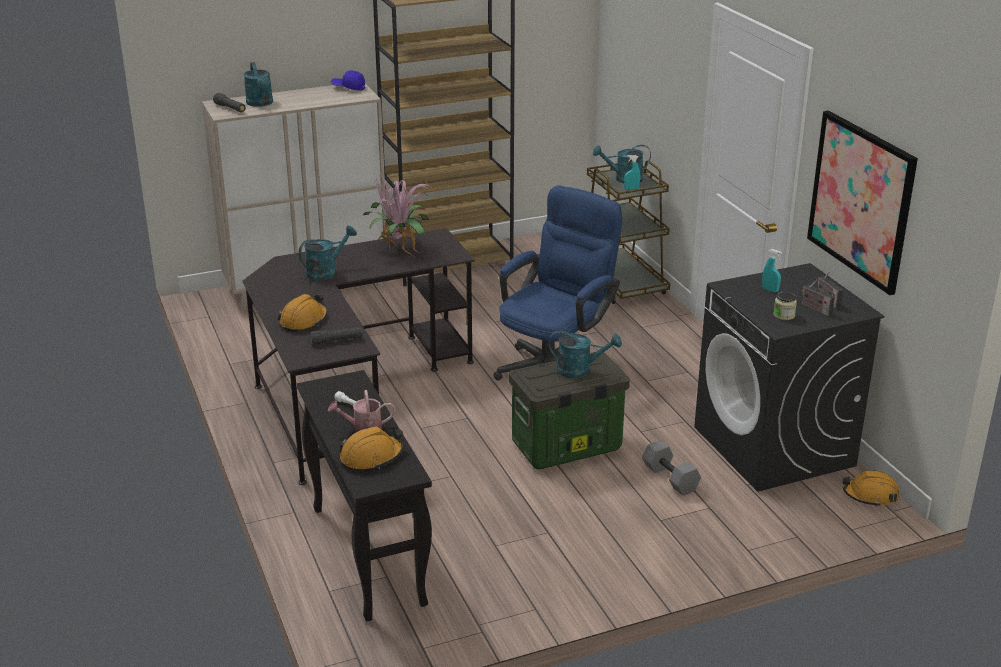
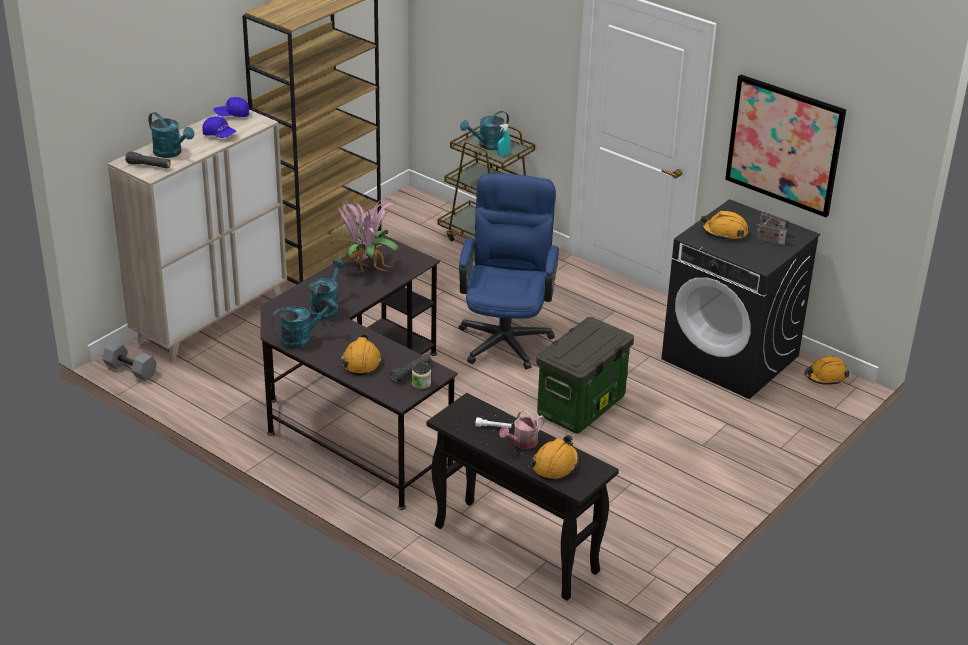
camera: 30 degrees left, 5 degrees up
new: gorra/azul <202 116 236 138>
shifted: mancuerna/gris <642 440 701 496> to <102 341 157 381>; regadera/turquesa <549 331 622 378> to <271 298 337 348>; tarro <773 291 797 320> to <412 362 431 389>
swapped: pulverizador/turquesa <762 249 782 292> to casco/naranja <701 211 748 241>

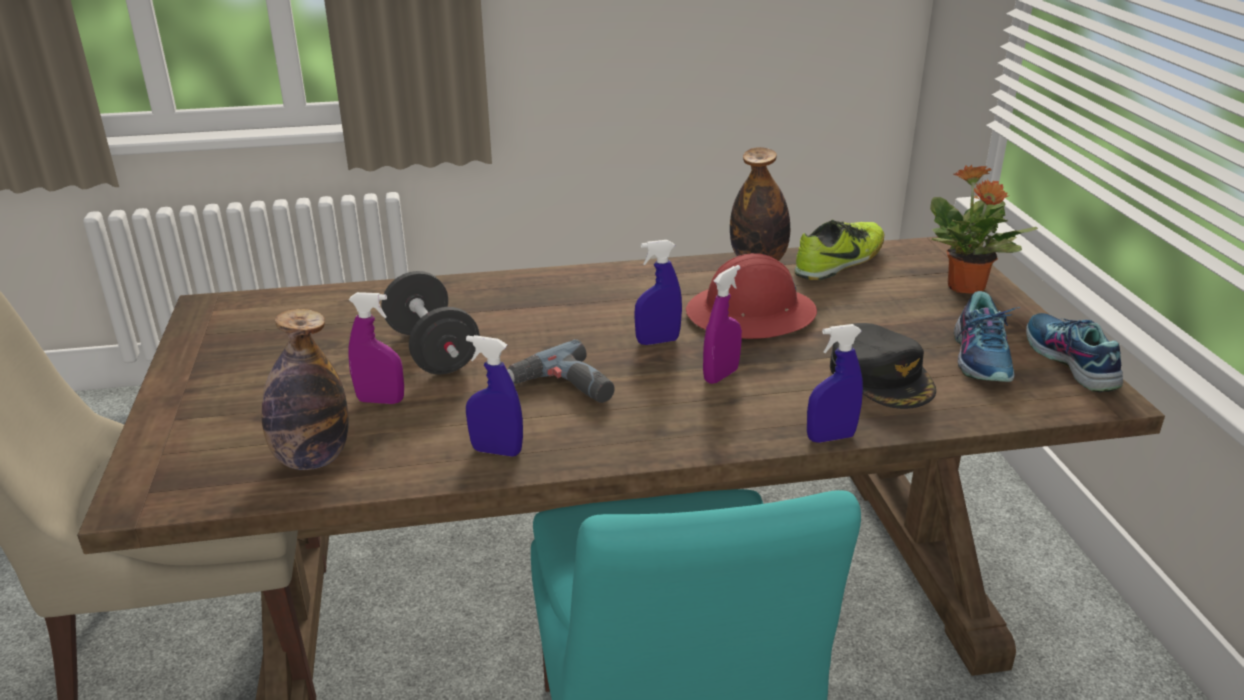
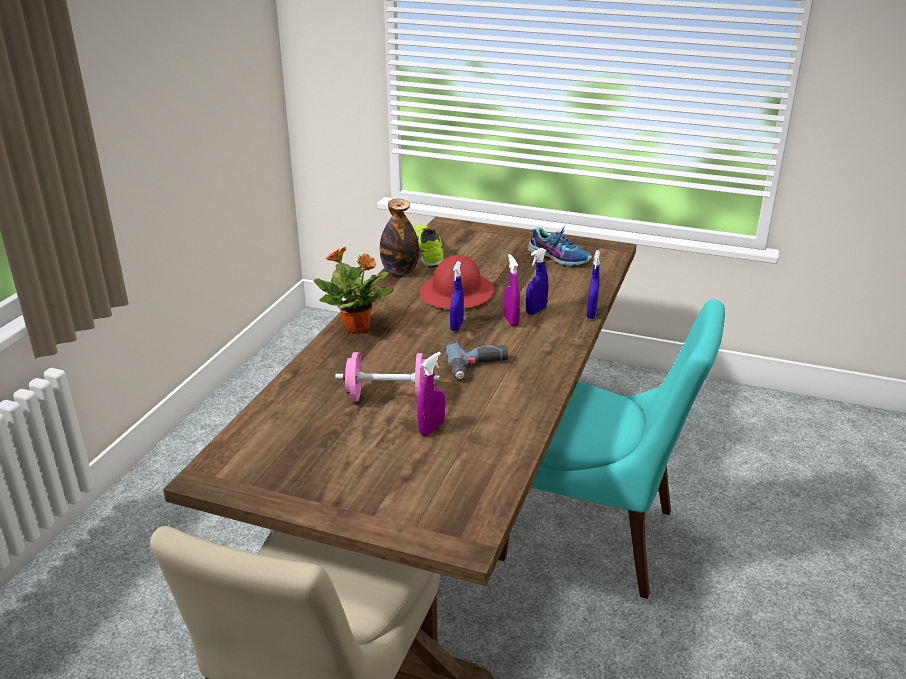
camera: 60 degrees left, 0 degrees up
gone: botella <262 309 349 470>; gorra/negro <830 323 936 409>; zapato <1026 313 1123 392>
shifted: planta en maceta <930 165 1038 294> to <313 247 394 334>; pulverizador/azul <466 335 523 457> to <526 248 549 315>
repainted: mancuerna/negro <381 271 480 374> to mancuerna/rosa <335 352 440 403>

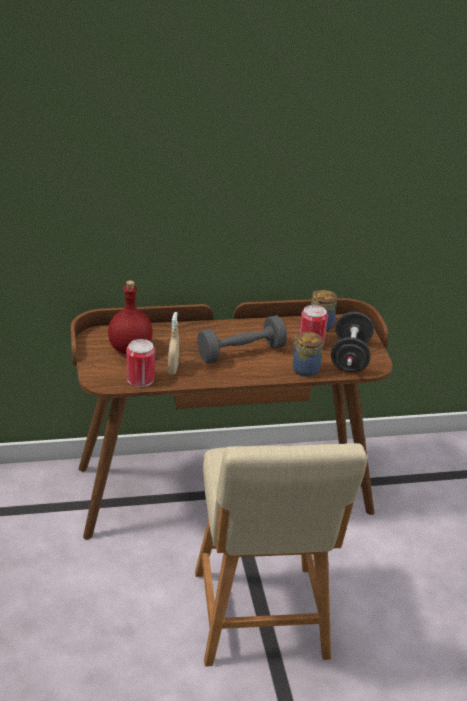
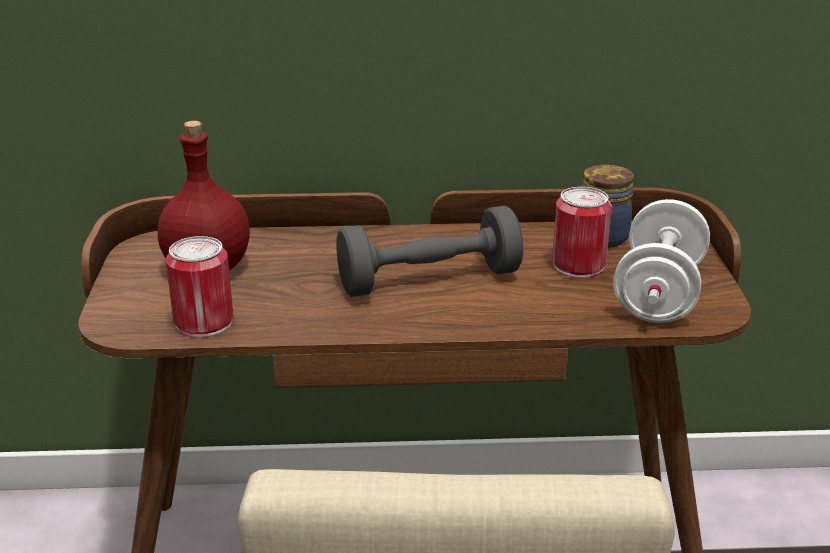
camera: 10 degrees right, 5 degrees down
gone: pulverizador/beis <168 312 179 375>; tarro <291 332 323 377>
repainted: mancuerna/negro <331 312 374 373> to mancuerna/blanco <613 199 710 323>

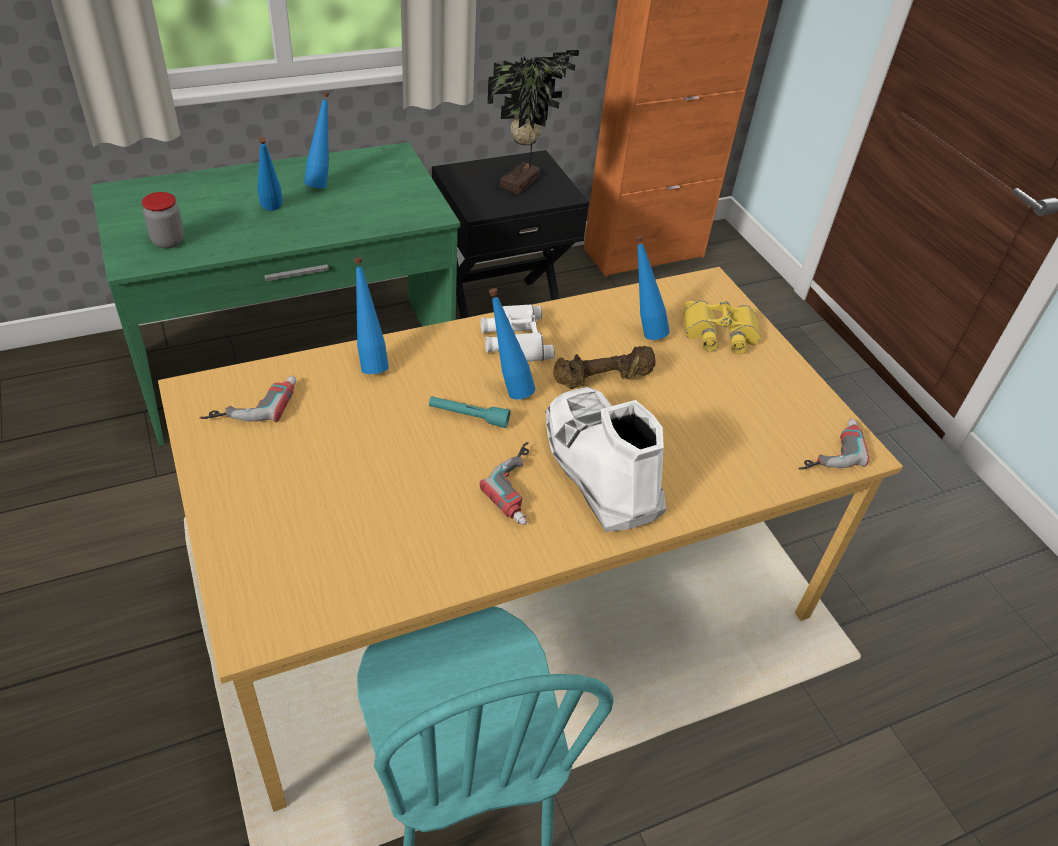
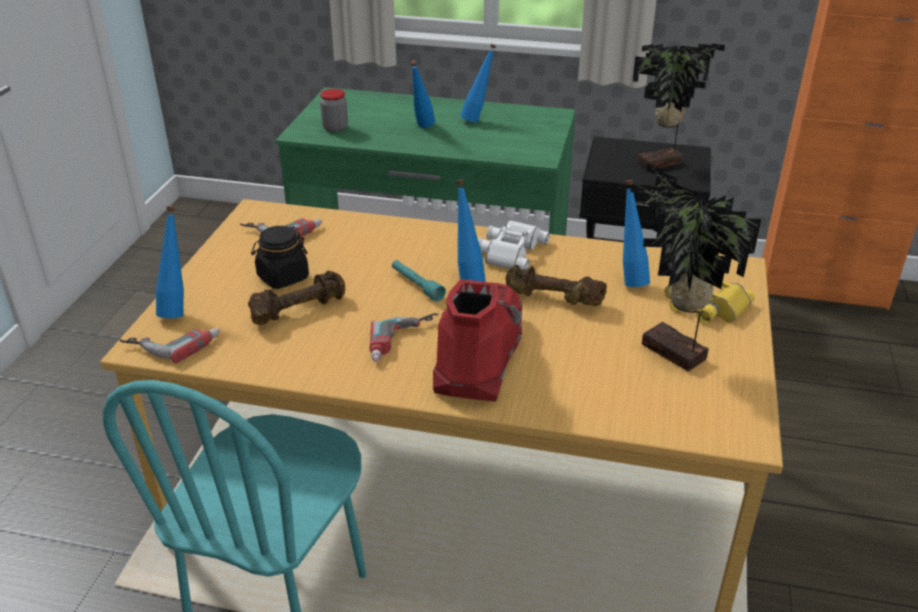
camera: 40 degrees right, 10 degrees down
new: mancuerna/marrón <248 270 345 325>; tarro/negro <251 226 309 289>; planta en maceta <630 164 762 371>
shifted: taladro <799 419 869 470> to <119 328 220 363>; botella/azul <353 257 389 374> to <156 206 184 318>
repainted: bota/blanco <545 387 666 532> to bota/rojo <433 279 522 402>

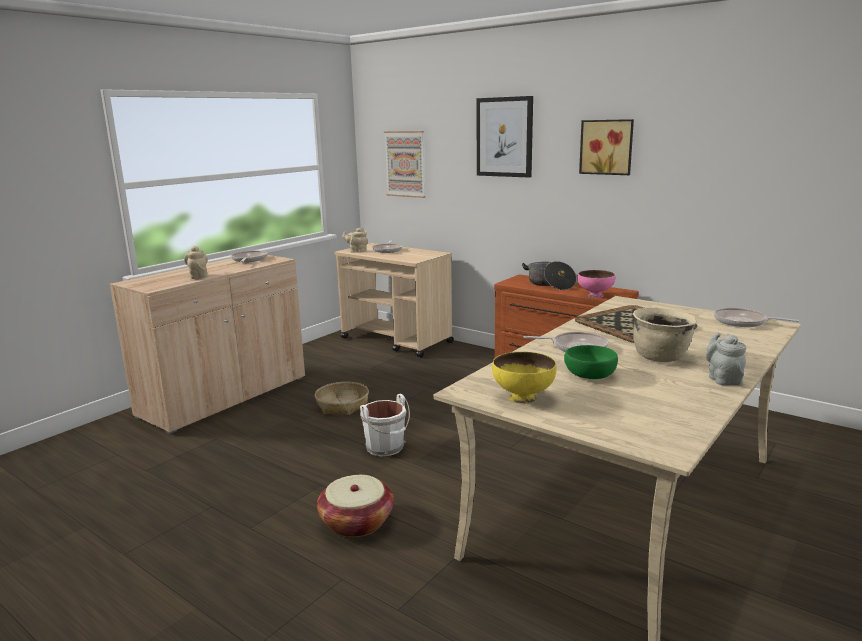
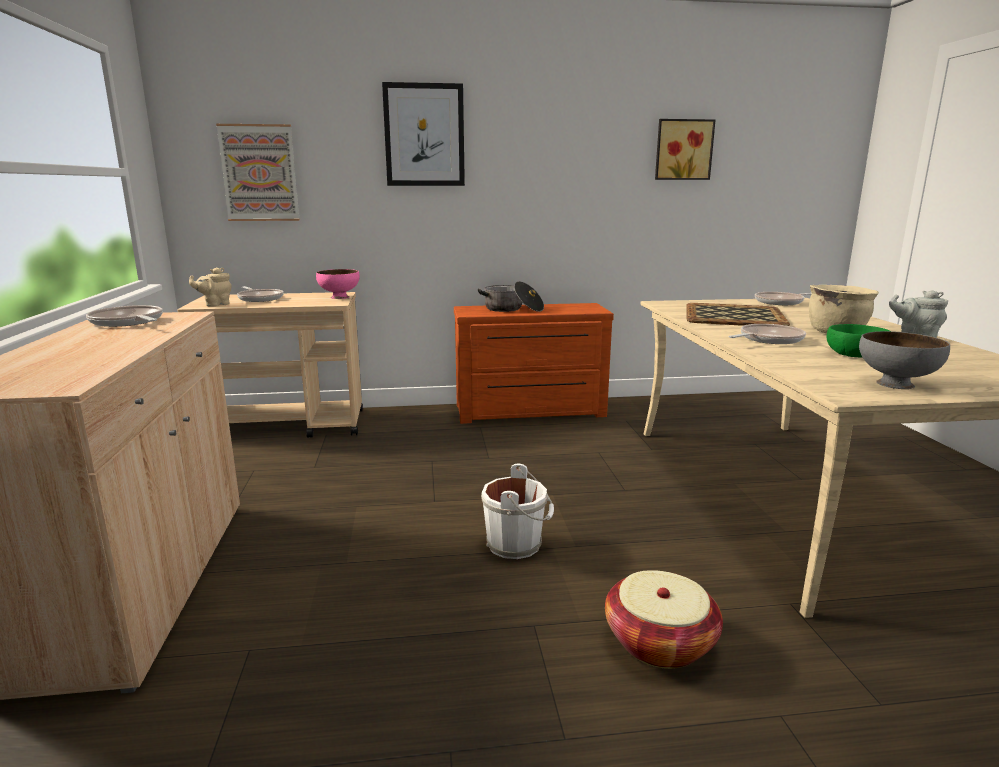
camera: 45 degrees left, 0 degrees up
gone: tetera/beis <184 246 208 279>; cesta <315 382 369 415>
shifted: cuenco/rosa <577 270 615 298> to <316 269 360 299>; cuadro <579 119 634 175> to <655 119 716 180>
repainted: cuenco/amarillo <492 352 557 404> to cuenco/gris <859 331 950 389>

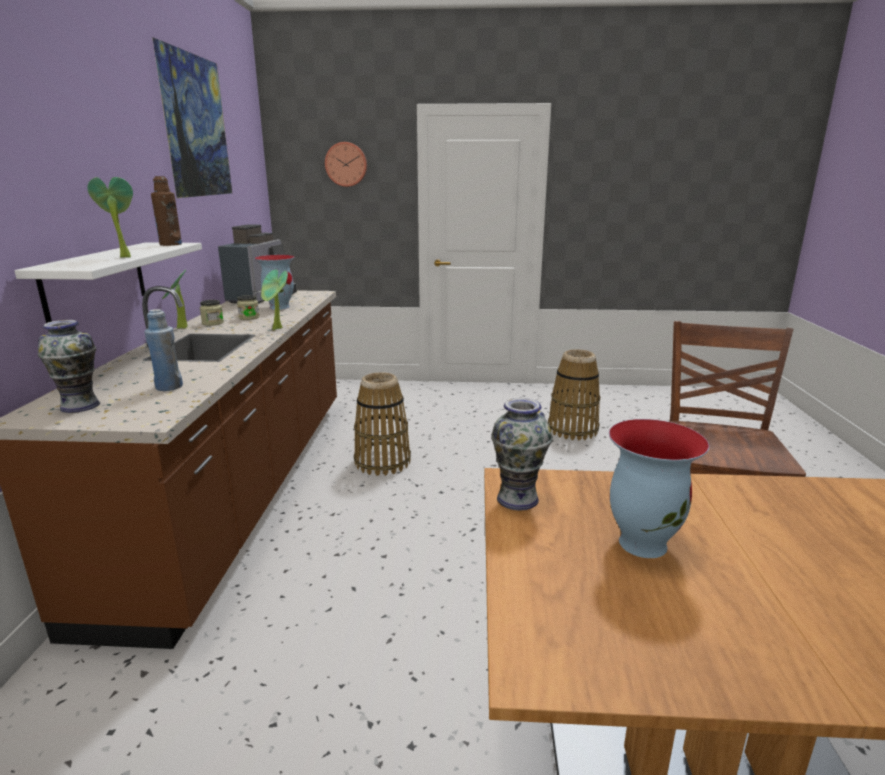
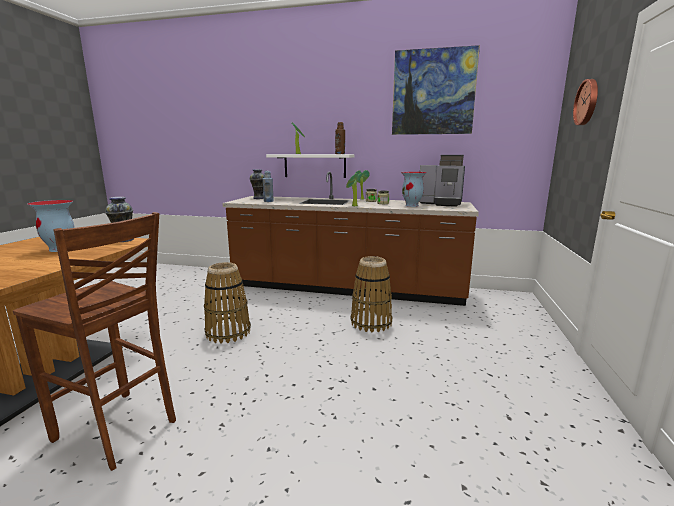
camera: 100 degrees right, 5 degrees down
shifted: cesta <548 349 600 441> to <204 262 251 344>

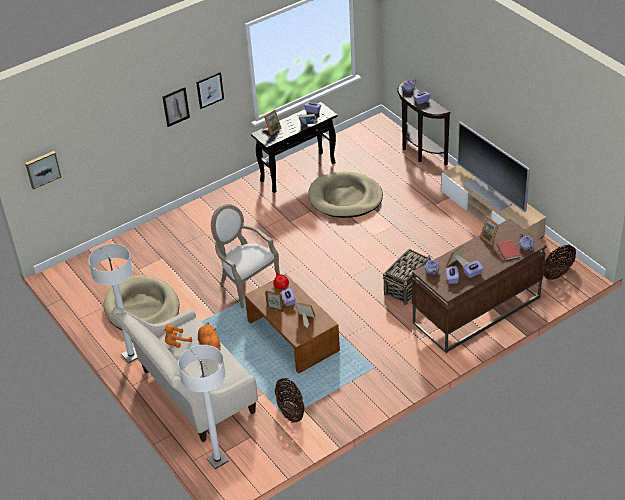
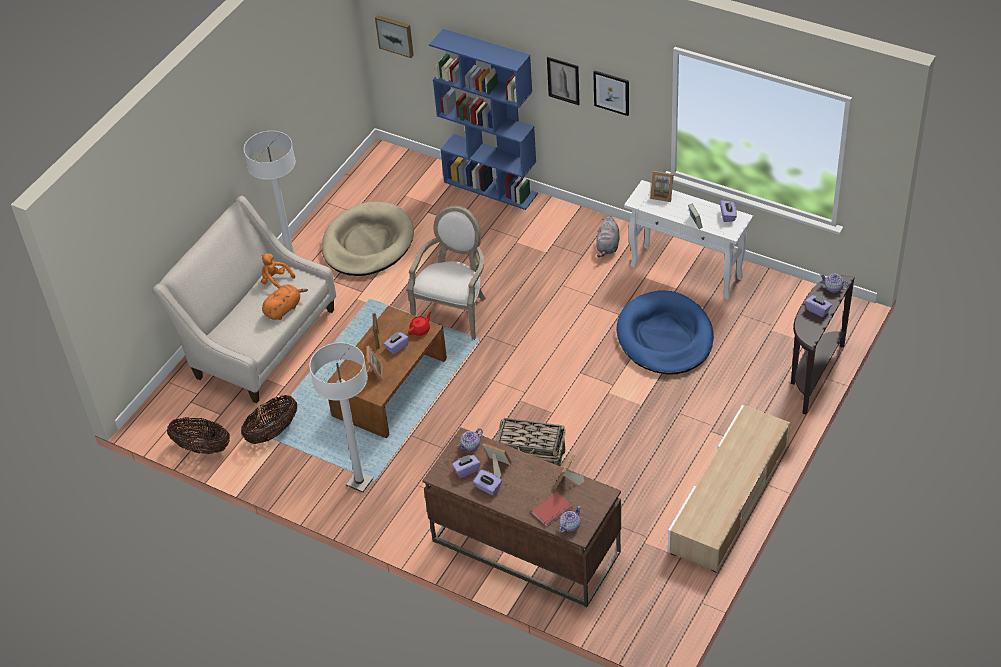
camera: 65 degrees right, 5 degrees up
gone: televisor <457 122 530 212>
new: estantería/azul <429 29 538 210>; peluche/gris <596 216 620 257>
shifted: cesta <544 245 576 280> to <167 417 230 454>; lámpara de pie/blanco <178 345 229 469> to <309 342 373 493>
repainted: cama para perro/beis <308 172 383 218> to cama para perro/azul <617 291 714 375>; mesa consola/negro <251 102 337 193> to mesa consola/blanco <624 180 753 300>

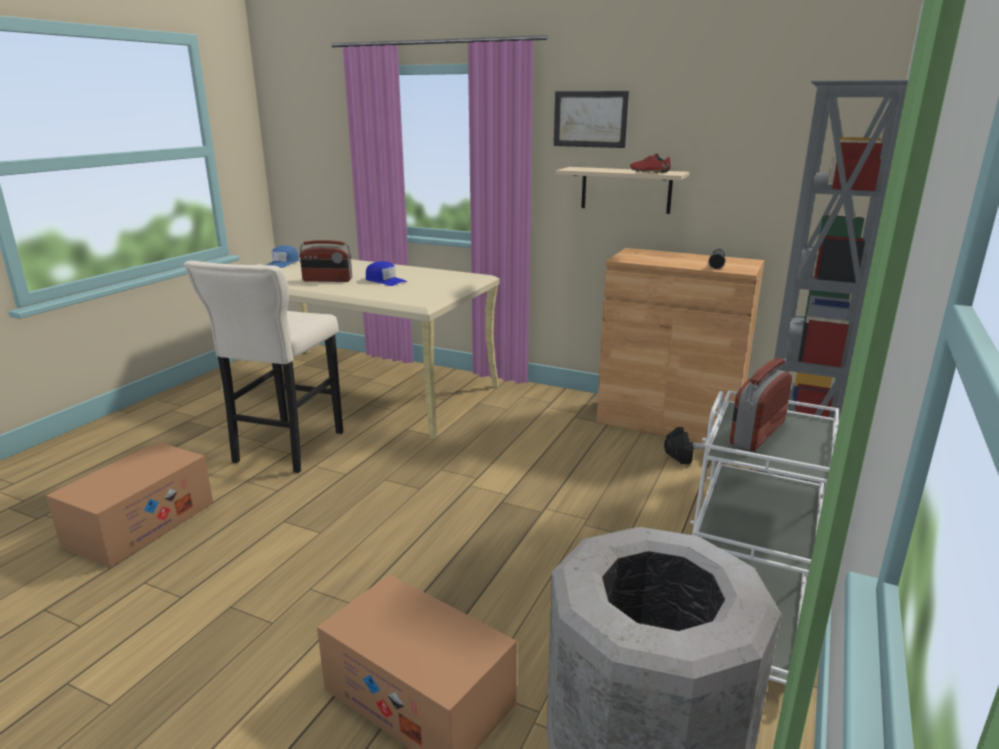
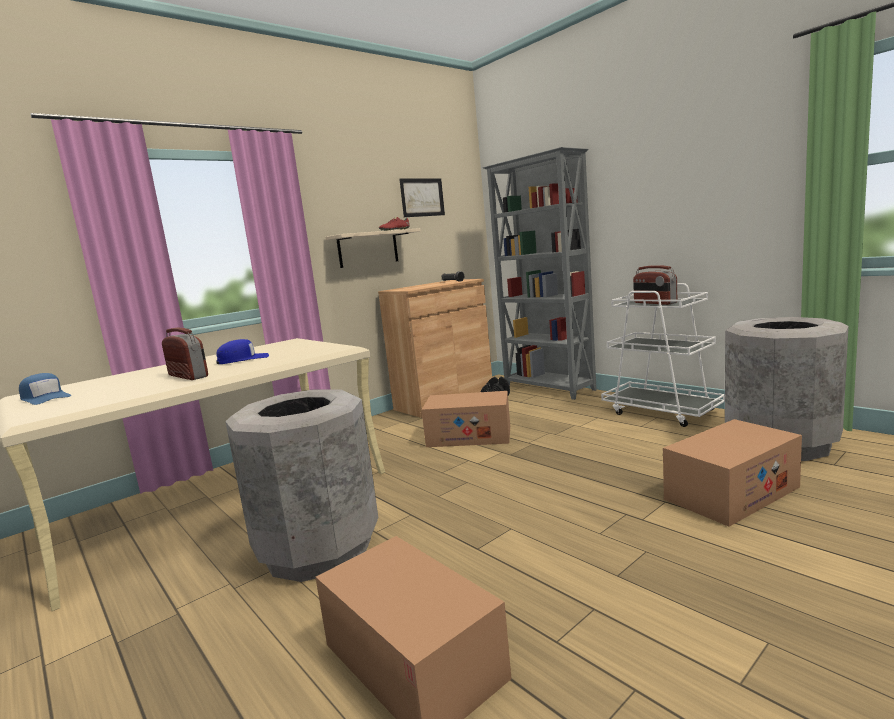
camera: 65 degrees left, 10 degrees down
new: caja de cartón <422 391 510 447>
shifted: cuadro <554 91 629 148> to <399 179 445 217>
swapped: taburete/beis <184 261 343 473> to papelera/gris <225 389 379 582>
rotated: radio <299 240 352 282> = <162 328 208 380> 75 degrees counterclockwise

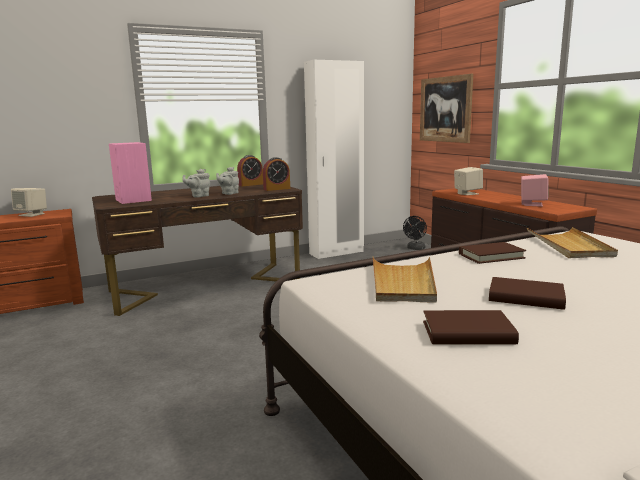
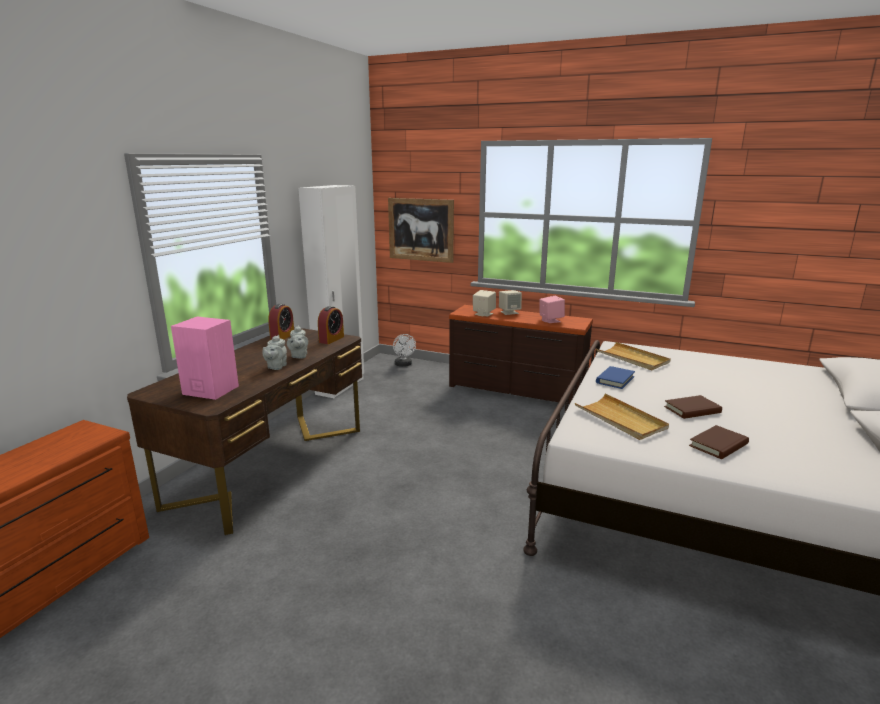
camera: 40 degrees left, 5 degrees up
shifted: altavoz/beis <11 188 47 217> to <499 290 522 315>
repainted: ventilador/negro <403 216 427 250> to ventilador/blanco <393 334 416 366>; libro/marrón <459 242 526 264> to libro/azul <596 366 635 389>

